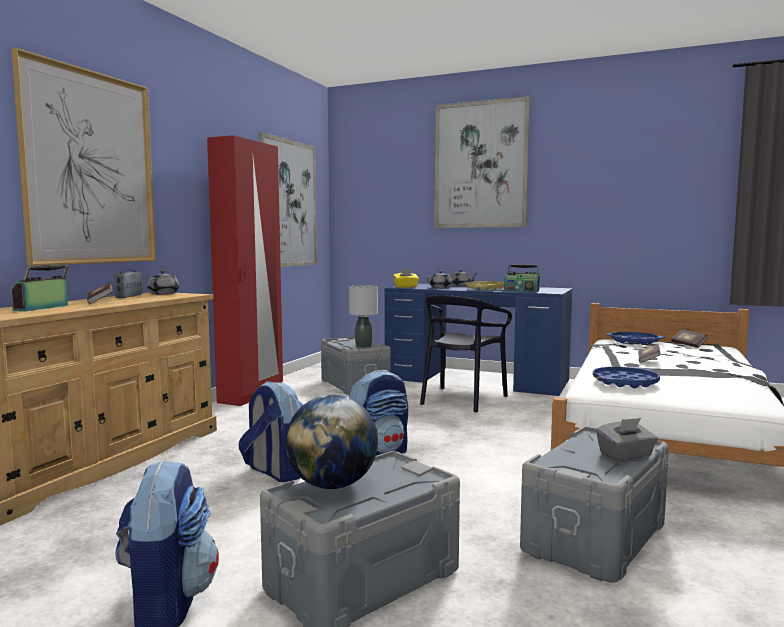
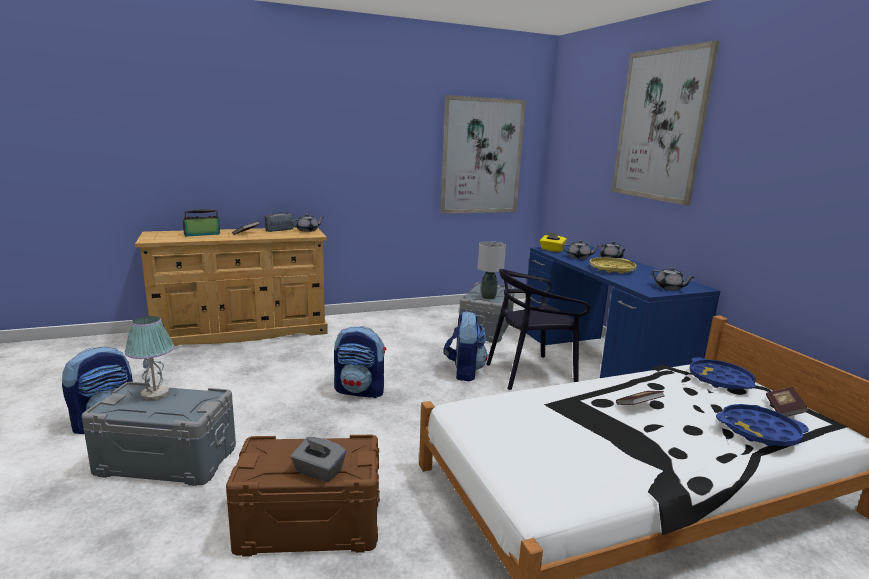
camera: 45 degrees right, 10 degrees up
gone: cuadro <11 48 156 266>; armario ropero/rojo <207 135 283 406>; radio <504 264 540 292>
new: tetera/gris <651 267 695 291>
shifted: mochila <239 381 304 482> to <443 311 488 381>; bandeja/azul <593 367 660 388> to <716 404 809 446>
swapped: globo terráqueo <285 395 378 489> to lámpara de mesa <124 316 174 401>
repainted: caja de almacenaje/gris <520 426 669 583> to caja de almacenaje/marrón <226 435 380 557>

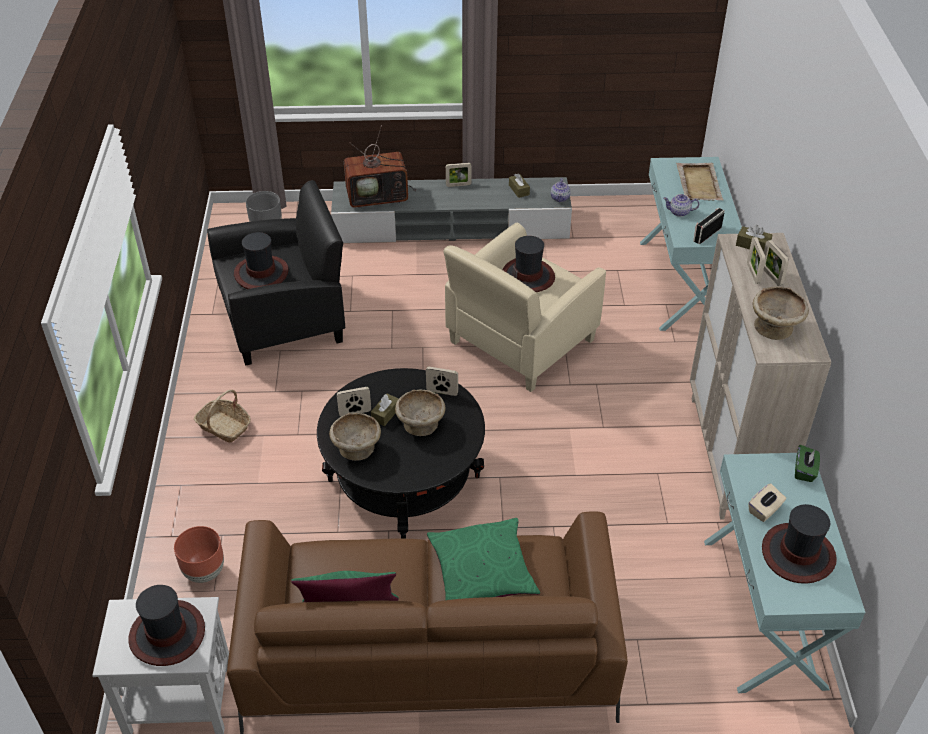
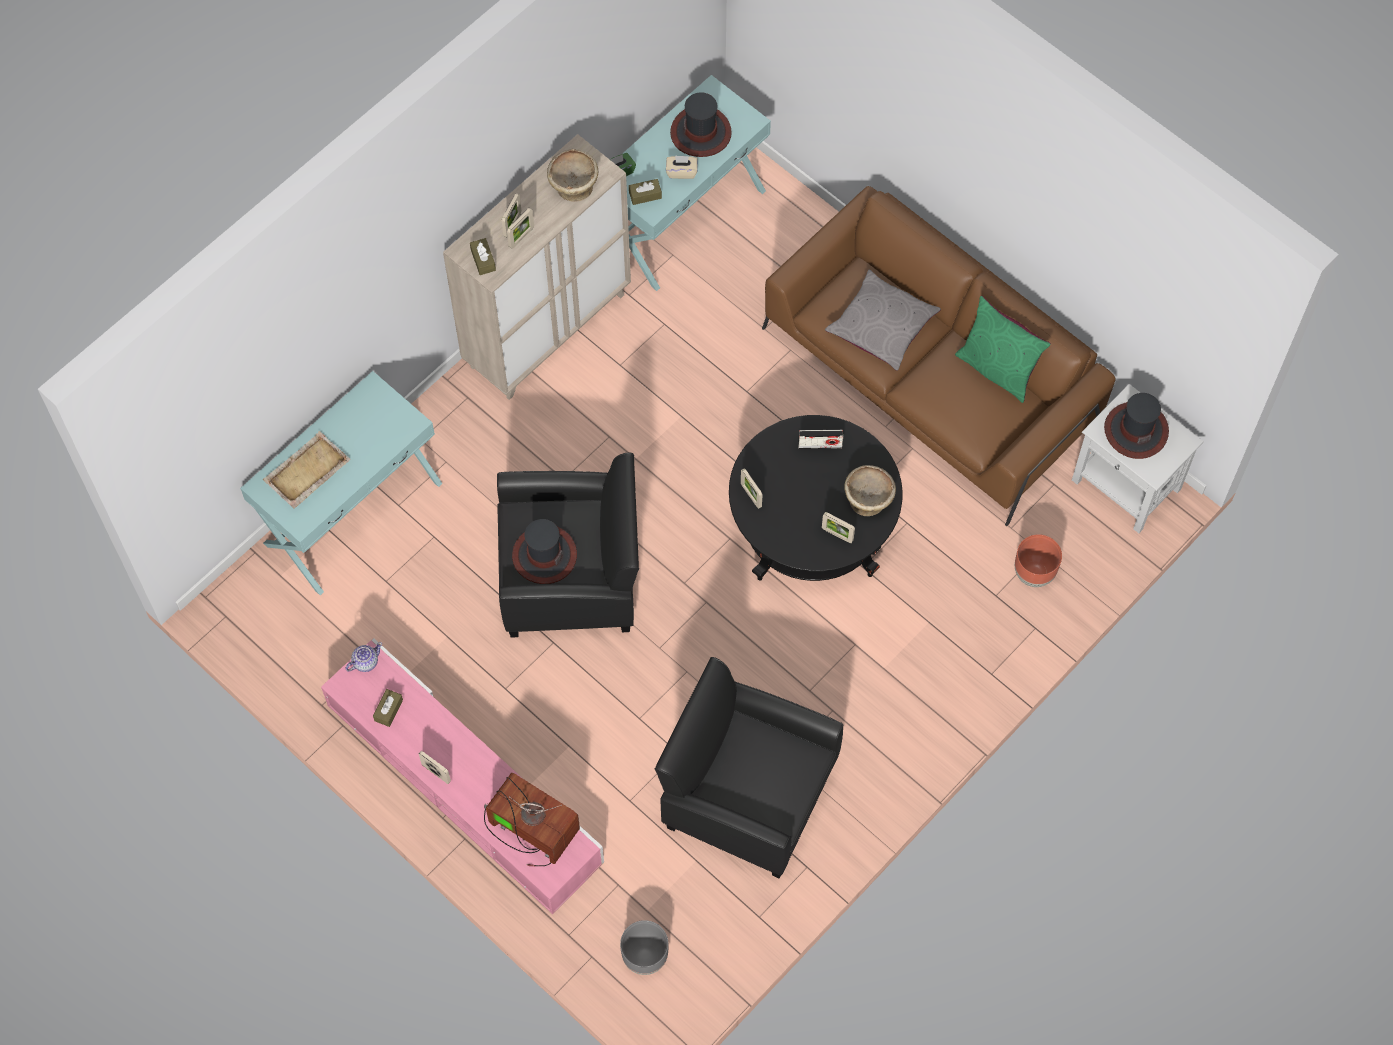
camera: 135 degrees left, 20 degrees up
gone: cesta <194 390 251 443>; sombrero <234 232 289 289>; cuenco/beis <395 390 445 436>; tetera <663 194 699 217>
shifted: caja de pañuelos/marrón <371 394 399 426> to <629 179 662 205>; radio <693 208 724 244> to <798 430 843 449>
repainted: mueble de televisión/gris <331 177 572 243> to mueble de televisión/rosa <321 638 604 914>; sillón/beis <443 223 606 392> to sillón/negro <497 453 639 638>; cojín/verde <427 518 540 600> to cojín/gris <825 269 941 371>

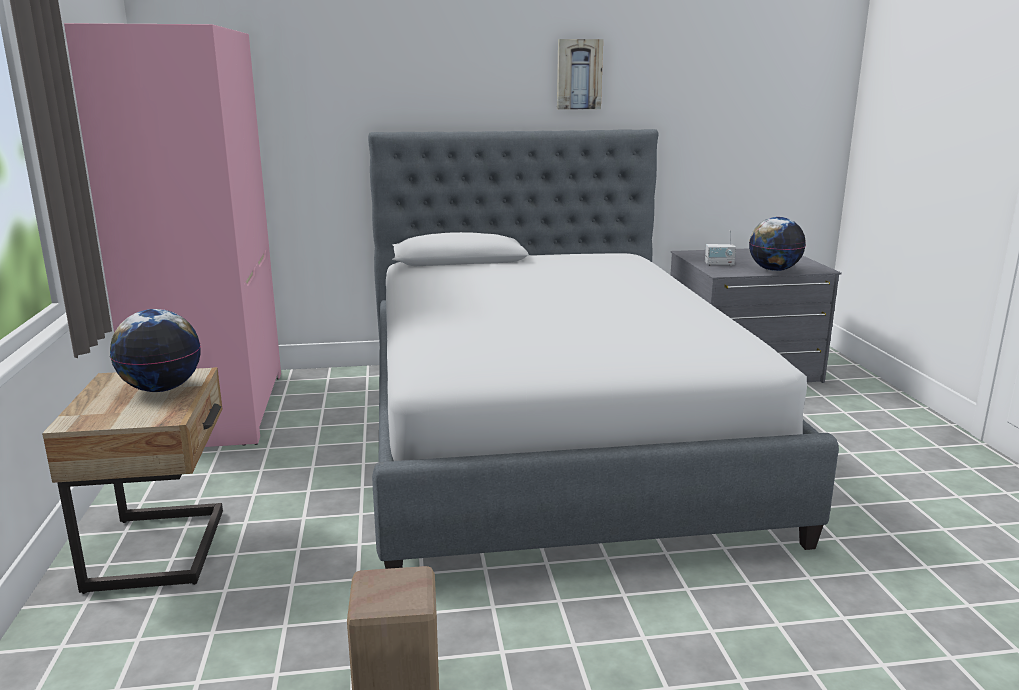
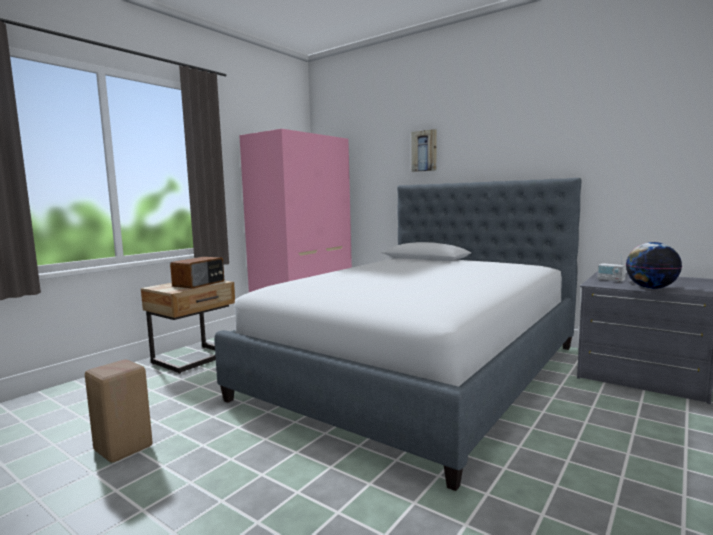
camera: 45 degrees right, 10 degrees down
shifted: cuadro <557 39 603 110> to <411 129 437 172>
swapped: globo terráqueo <110 309 201 392> to radio <170 257 224 289>

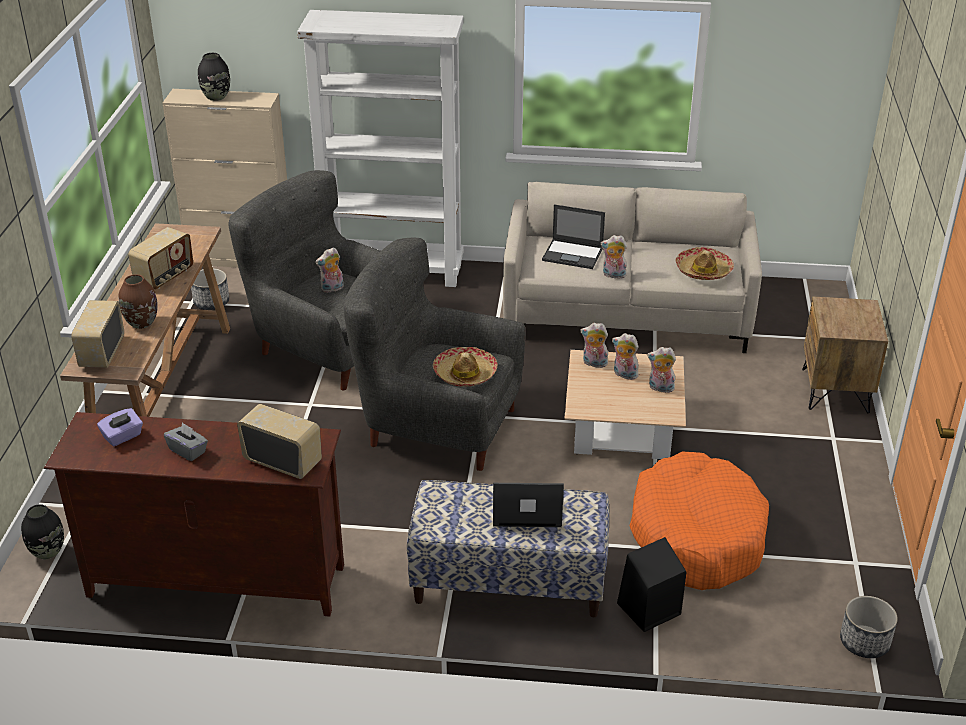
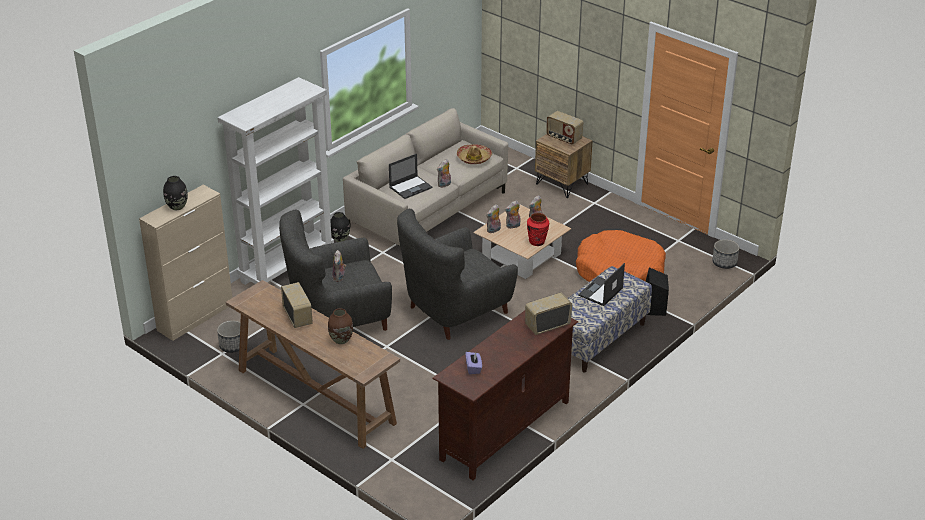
camera: 55 degrees left, 0 degrees up
gone: caja de pañuelos/gris <164 422 208 461>; sombrero <433 347 498 387>
new: florero/rojo <527 213 549 246>
shifted: florero/negro <21 504 64 559> to <330 212 350 242>; radio <71 300 124 368> to <546 111 583 145>

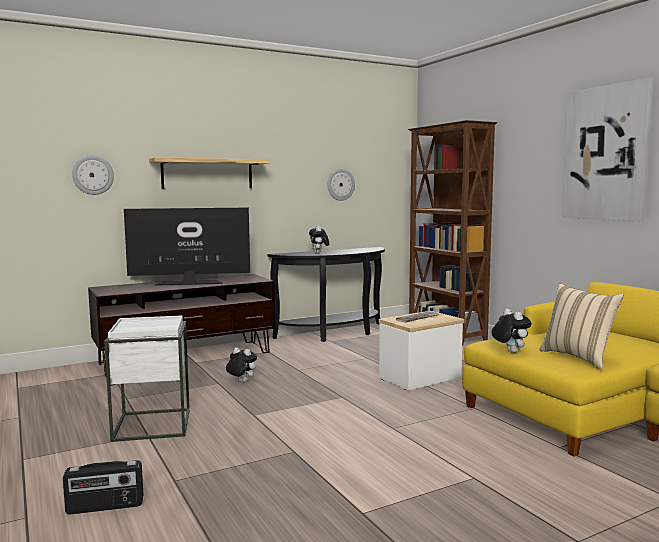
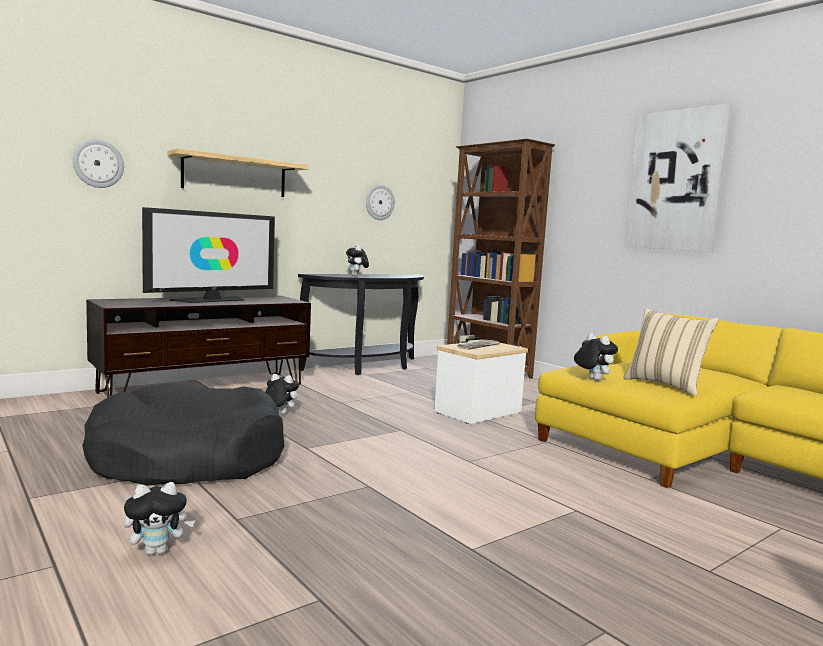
camera: 10 degrees left, 0 degrees up
swapped: mesa auxiliar/blanco <104 315 190 442> to cama para perro/negro <82 384 284 486>; radio <63 460 143 515> to peluche <124 482 195 555>
rotated: televisor <124 208 250 286> = <142 207 275 303> 150 degrees clockwise

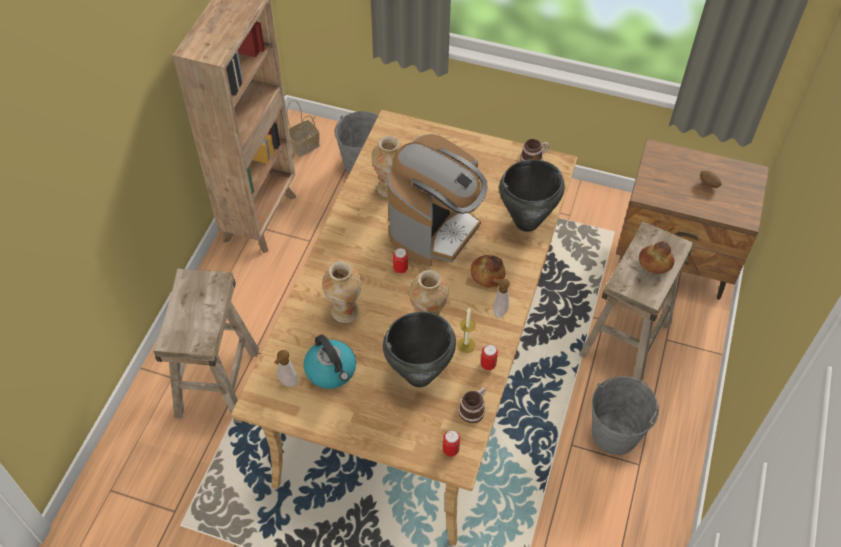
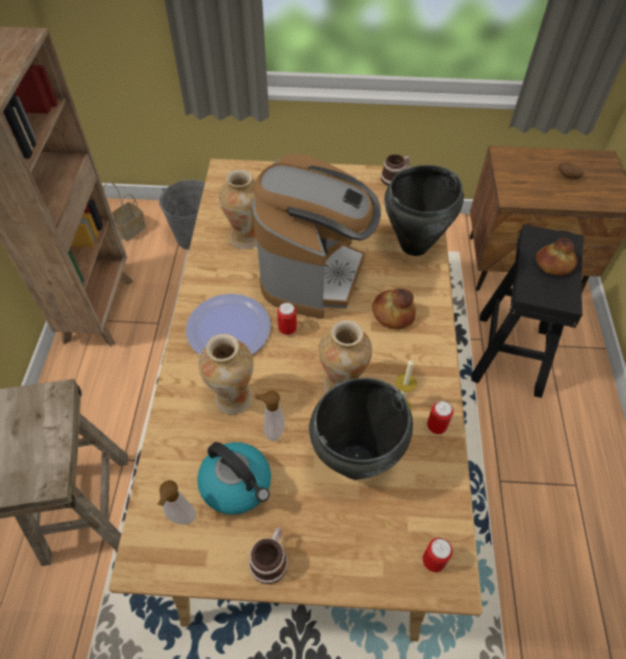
camera: 15 degrees left, 0 degrees up
gone: cubo/gris <592 376 659 455>
new: plato <186 294 271 355>
shifted: taza grande <458 387 485 423> to <249 527 288 584>; dispensador de jabón <493 279 510 317> to <255 391 285 441>
repainted: taburete/beis <579 221 694 381> to taburete/negro <471 224 584 398>

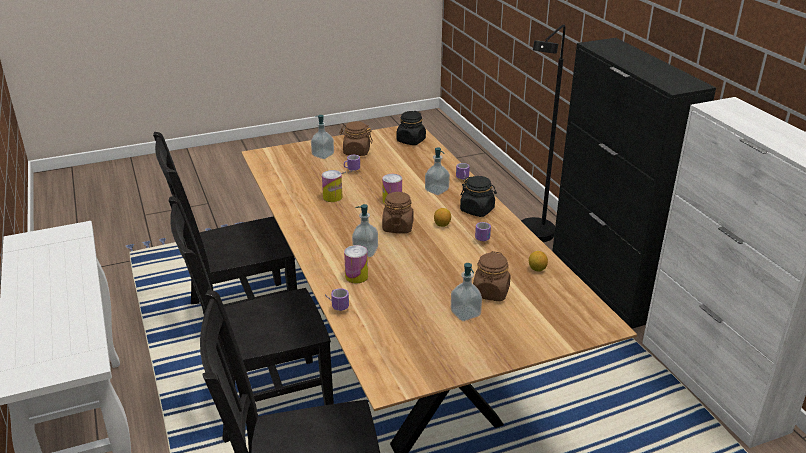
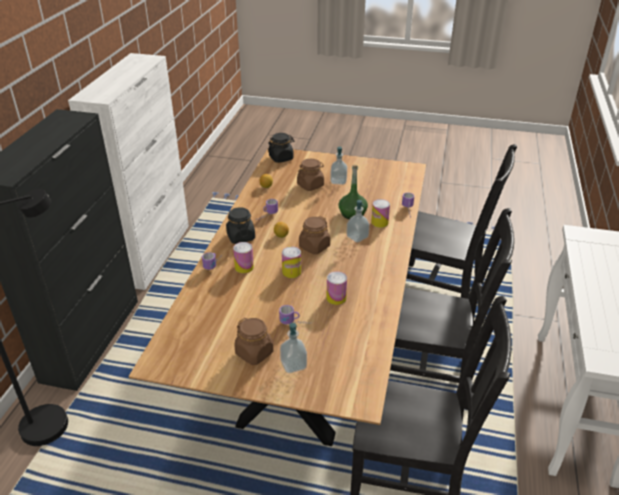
camera: 145 degrees left, 5 degrees up
new: botella/verde <339 165 368 219>
shifted: tarro/negro <397 111 426 145> to <268 133 294 163>
swapped: dispensador de jabón <425 147 450 195> to lata <233 242 254 273>

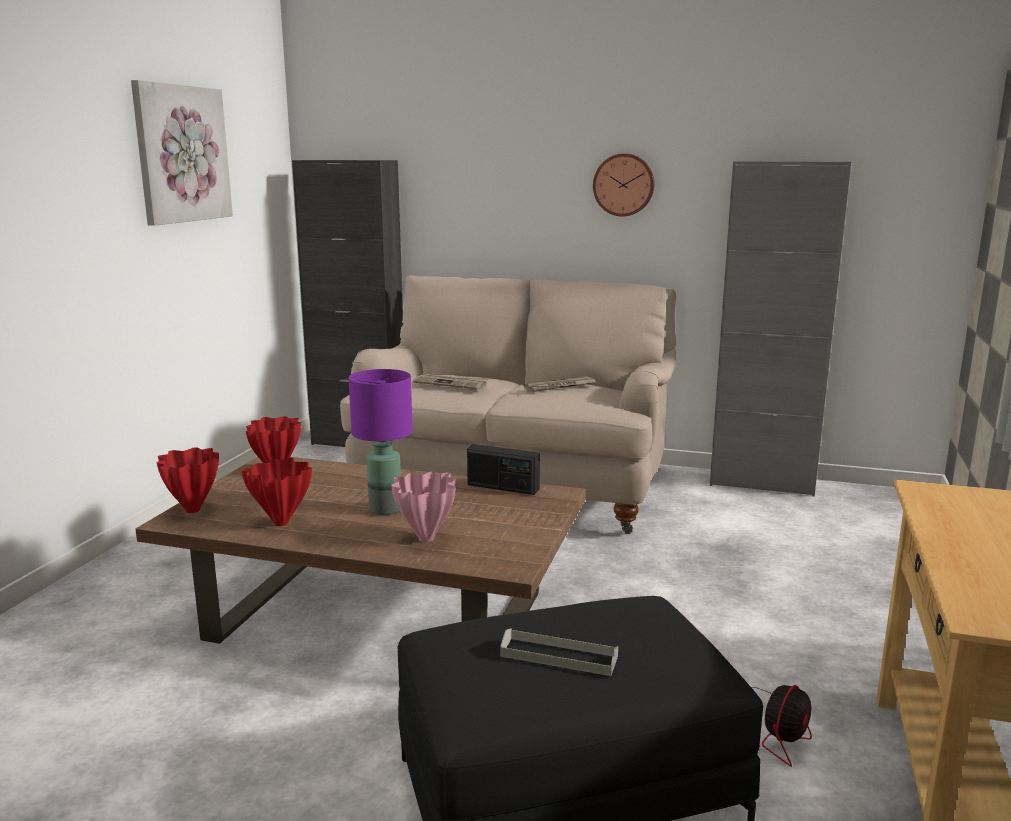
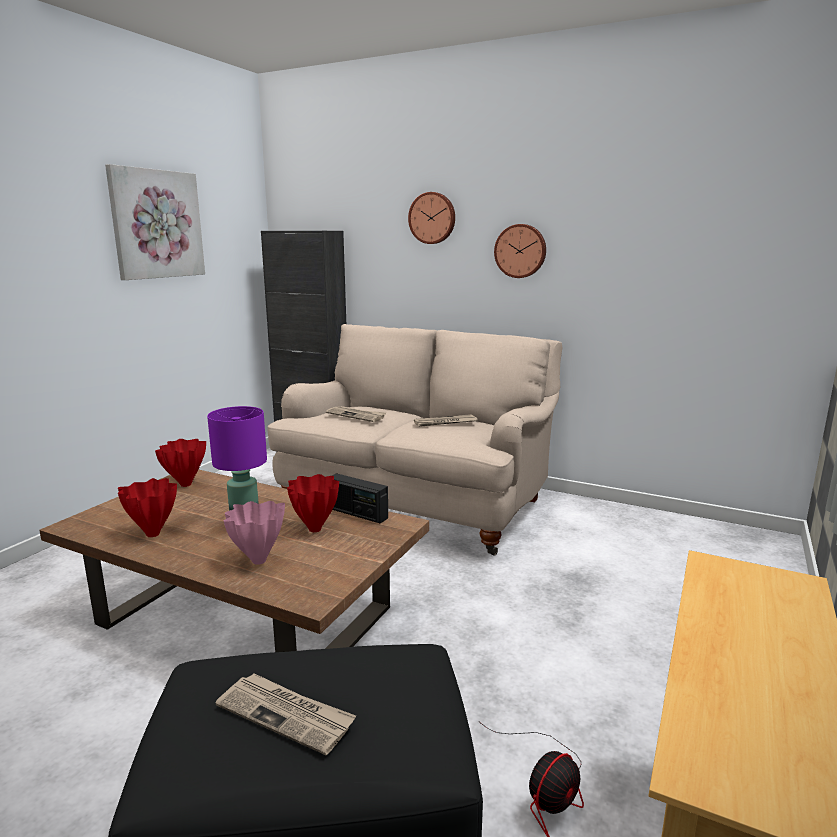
camera: 10 degrees right, 0 degrees up
gone: armario/gris <710 161 851 496>
new: reloj de pared <408 192 455 244>
shifted: florero/rojo <157 447 219 513> to <287 474 339 532>
swapped: bandeja/gris <500 628 618 676> to periódico <216 673 356 755>

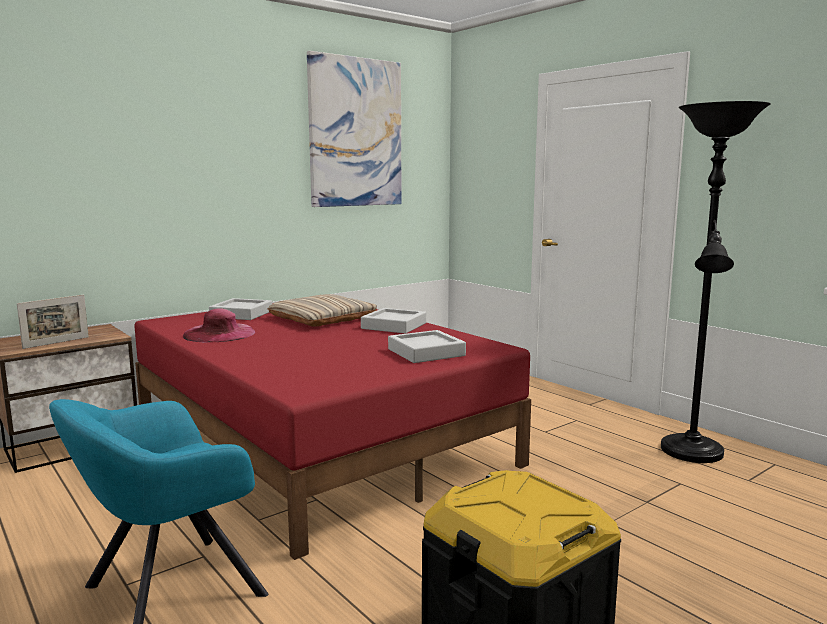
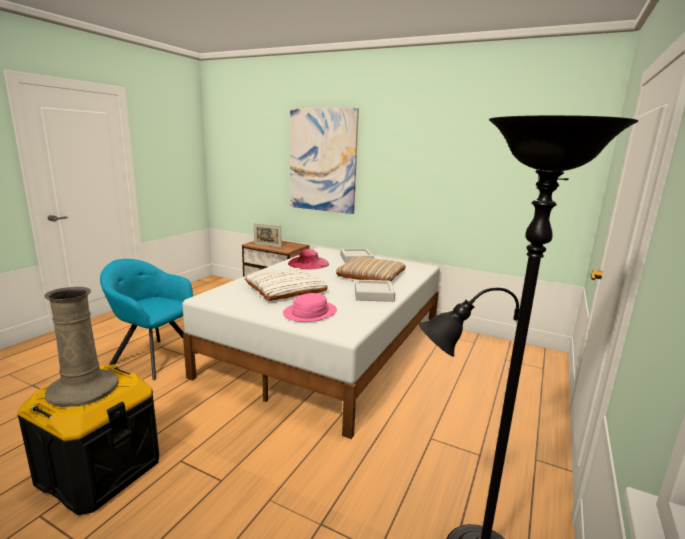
camera: 65 degrees right, 5 degrees up
new: florero/beis <44 287 118 407>; cojín/blanco <245 268 328 301>
shifted: cuadro <307 51 402 207> to <290 108 359 214>
swapped: bandeja/gris <388 330 466 363> to sombrero/rosa <283 293 337 322>
repainted: cama/rojo <135 303 531 560> to cama/blanco <182 247 440 439>

